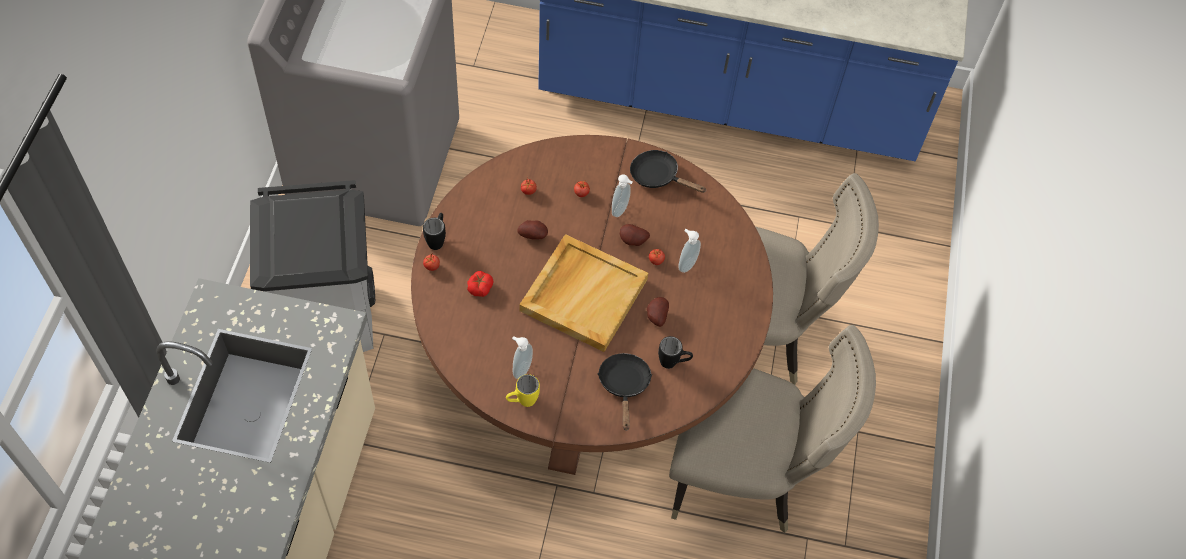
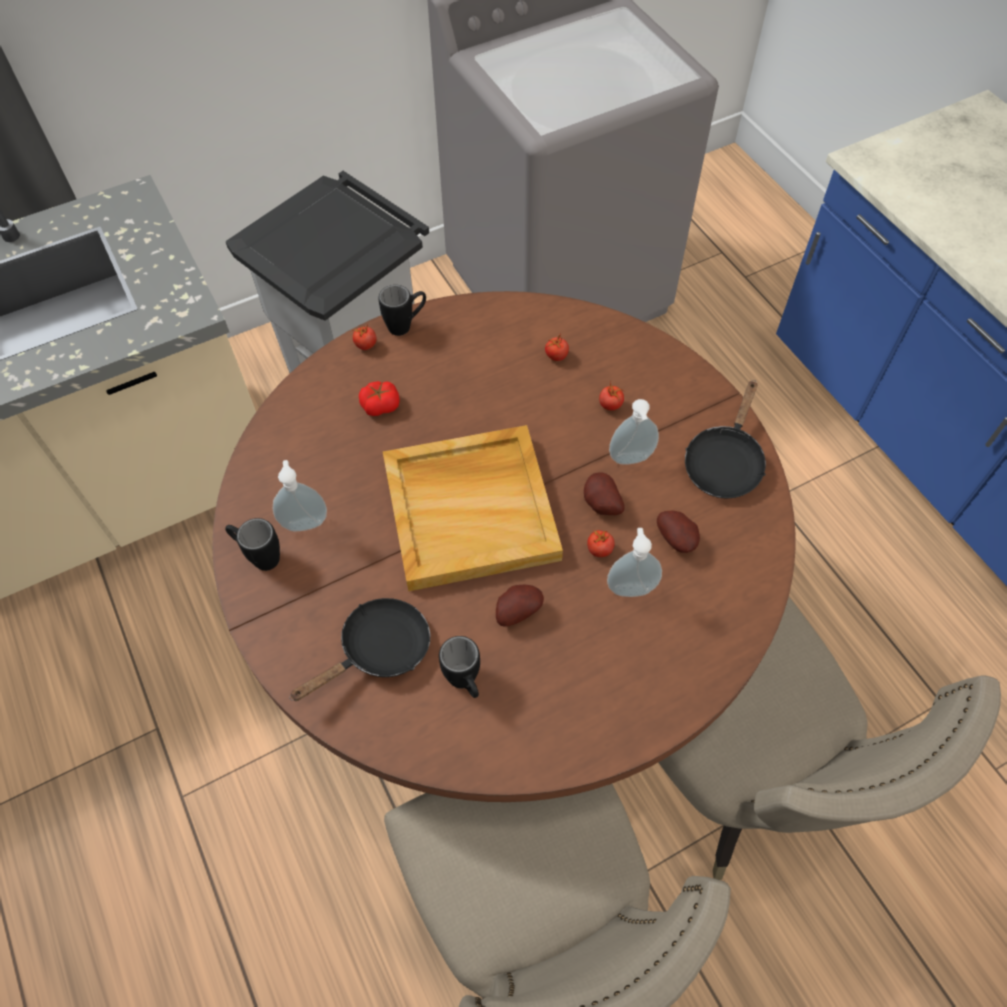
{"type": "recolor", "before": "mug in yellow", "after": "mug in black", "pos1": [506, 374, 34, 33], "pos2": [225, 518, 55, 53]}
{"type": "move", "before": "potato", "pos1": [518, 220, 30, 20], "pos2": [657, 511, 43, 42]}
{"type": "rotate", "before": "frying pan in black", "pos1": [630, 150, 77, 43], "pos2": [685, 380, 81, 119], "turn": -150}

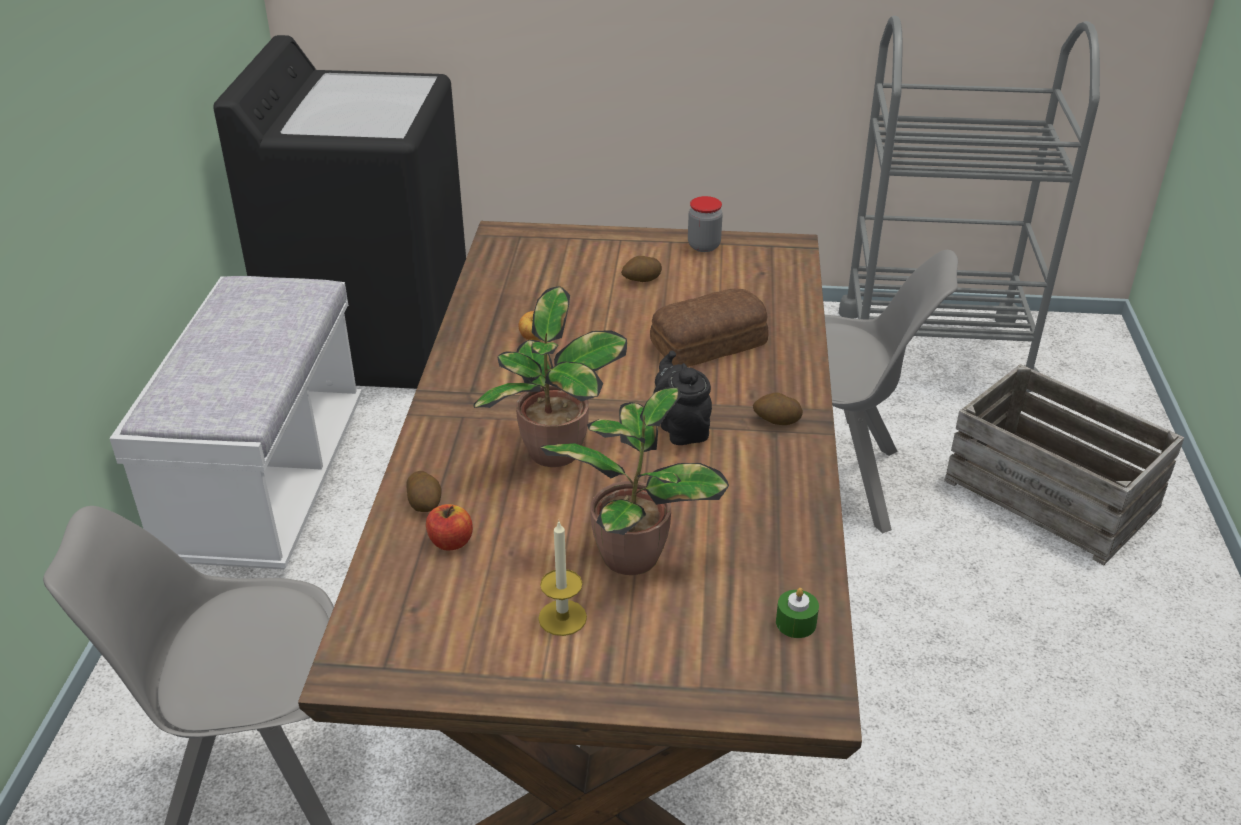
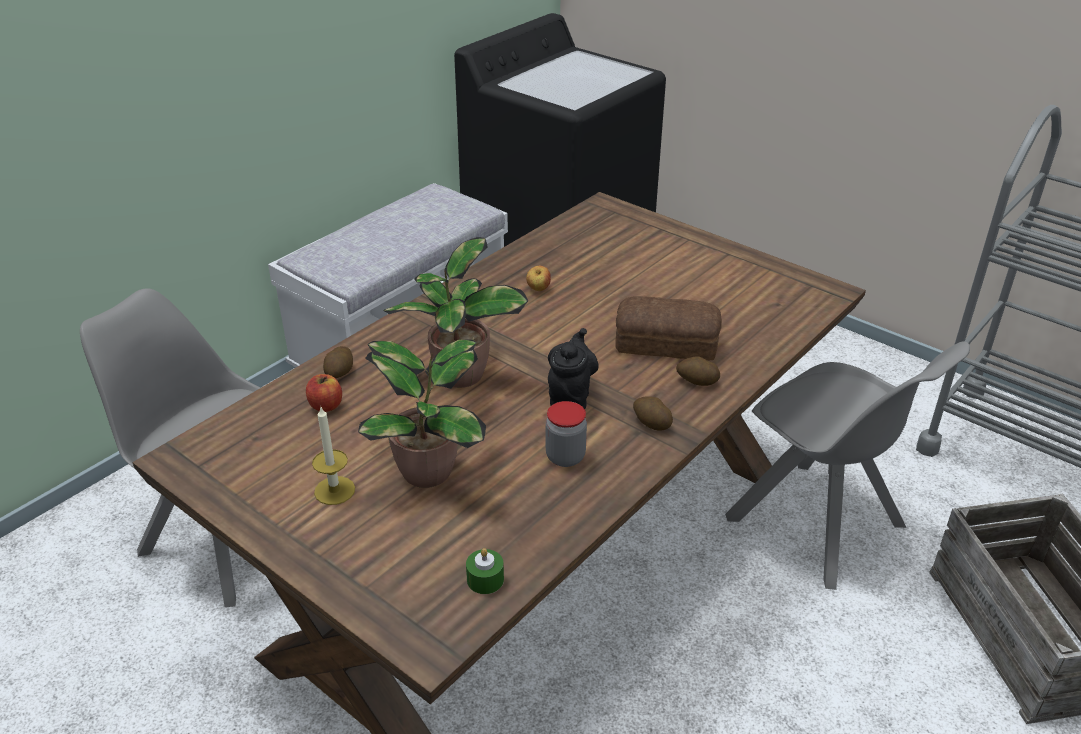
{"type": "move", "before": "jar", "pos1": [688, 196, 35, 56], "pos2": [546, 401, 41, 66]}
{"type": "move", "before": "potato", "pos1": [621, 256, 41, 26], "pos2": [676, 356, 44, 30]}

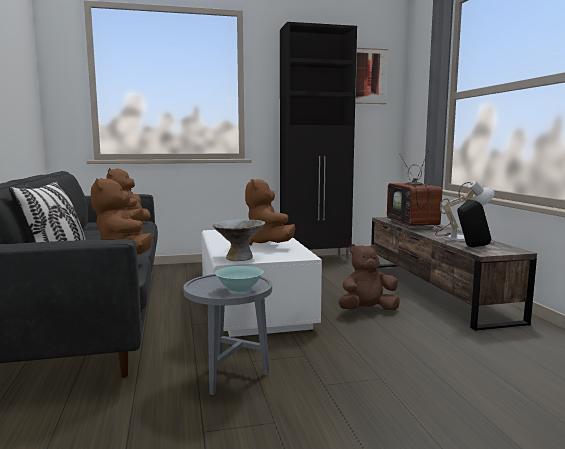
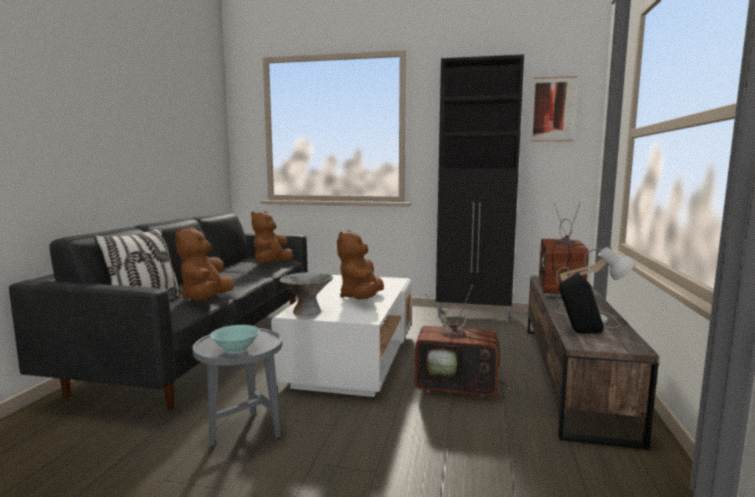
{"type": "replace", "before": "plush toy in brown", "after": "television", "pos1": [339, 244, 61, 66], "pos2": [415, 285, 97, 113]}

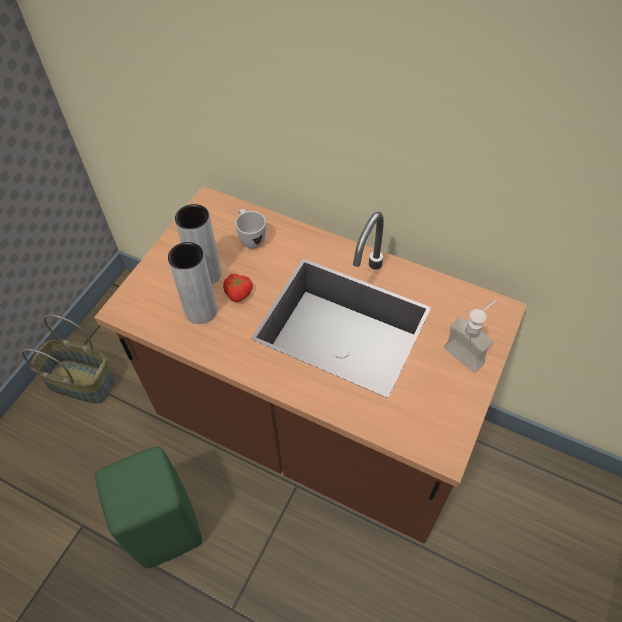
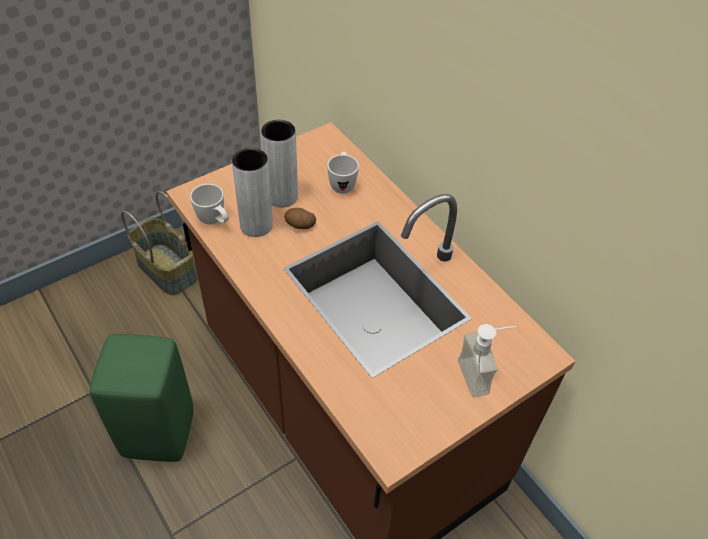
{"type": "insert", "after": "mug in white", "pos2": [190, 184, 39, 40]}
{"type": "replace", "before": "tomato", "after": "potato", "pos1": [223, 274, 30, 28], "pos2": [284, 208, 32, 21]}

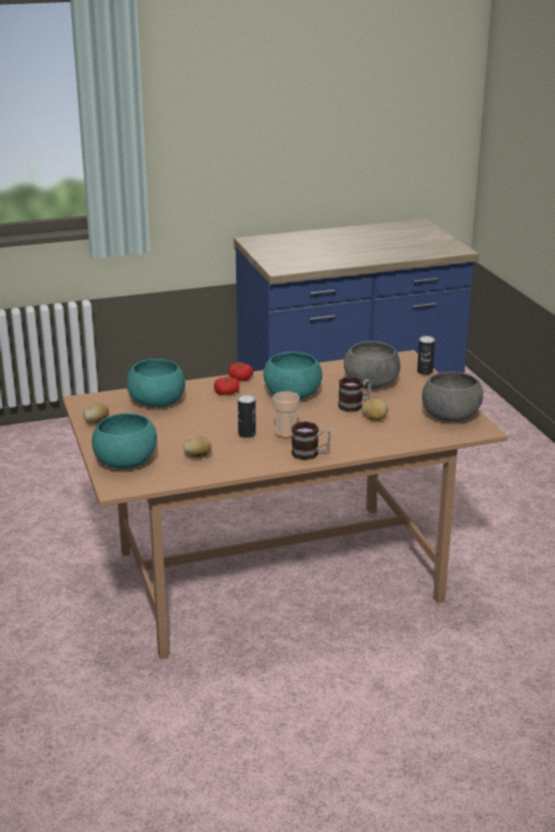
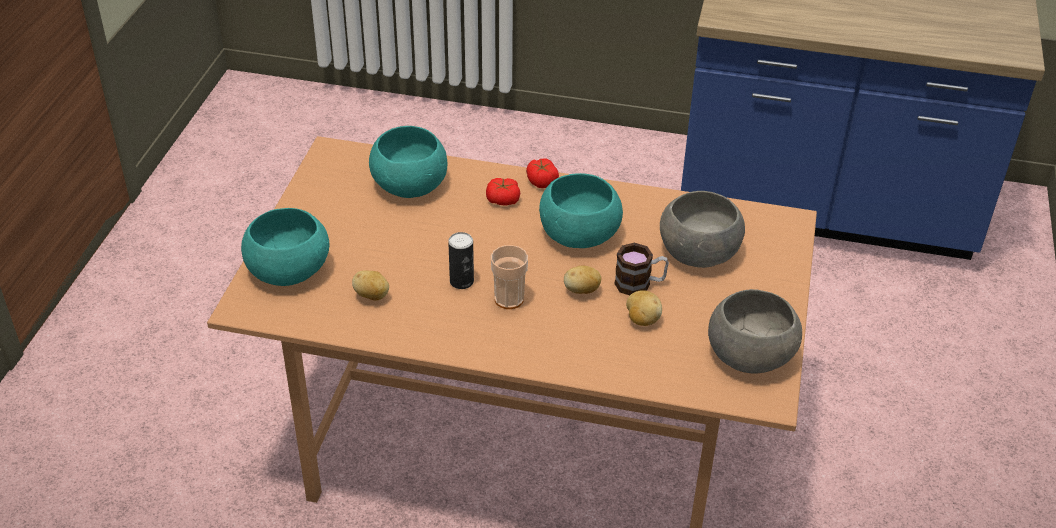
{"type": "move", "before": "potato", "pos1": [83, 403, 26, 21], "pos2": [564, 265, 37, 29]}
{"type": "delete", "before": "mug", "pos1": [291, 421, 40, 39]}
{"type": "delete", "before": "can", "pos1": [417, 336, 18, 39]}

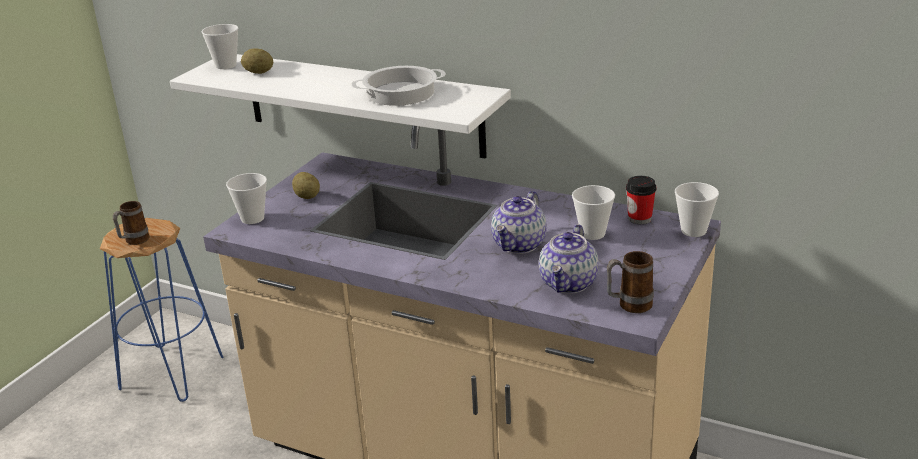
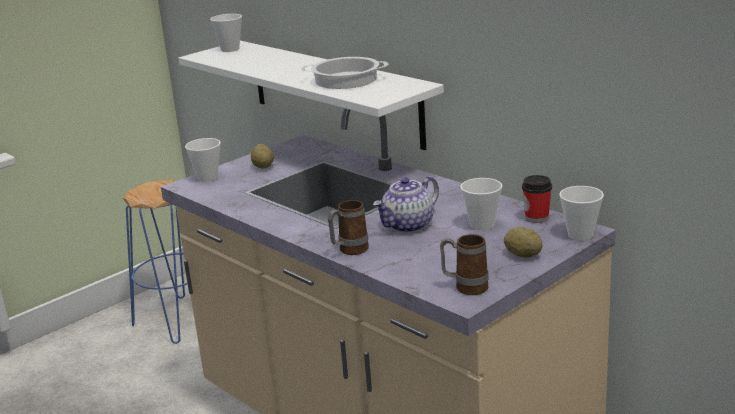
{"type": "move", "before": "mug", "pos1": [113, 201, 36, 44], "pos2": [328, 200, 41, 55]}
{"type": "move", "before": "potato", "pos1": [241, 49, 32, 25], "pos2": [504, 227, 39, 31]}
{"type": "delete", "before": "teapot", "pos1": [539, 224, 60, 70]}

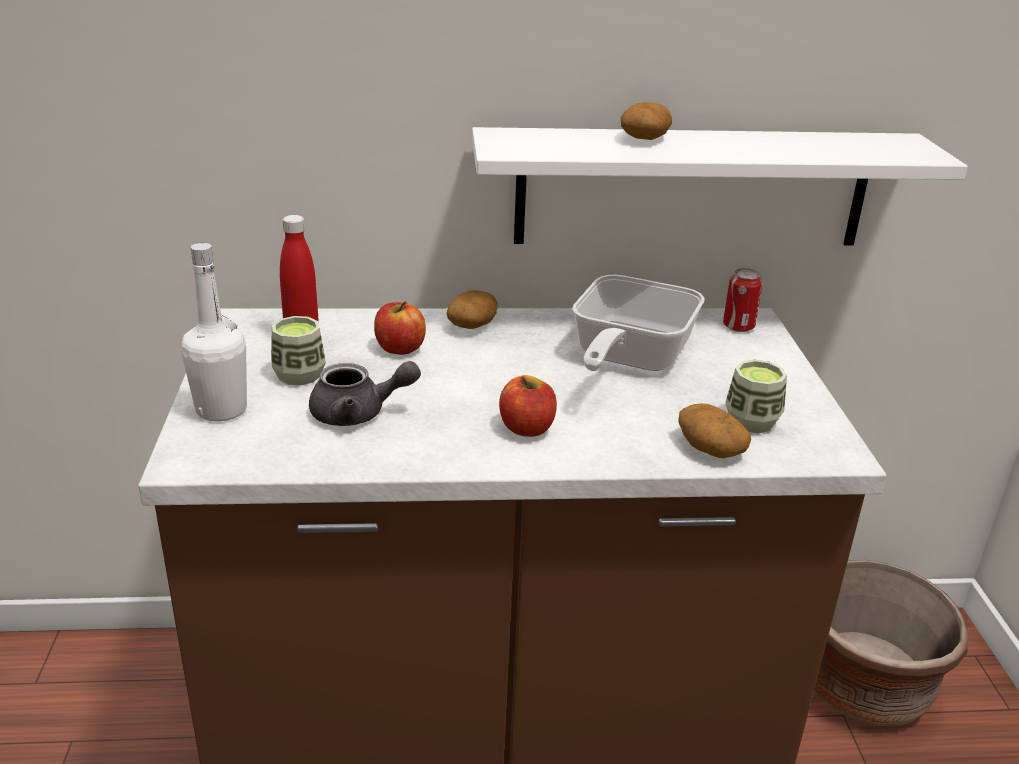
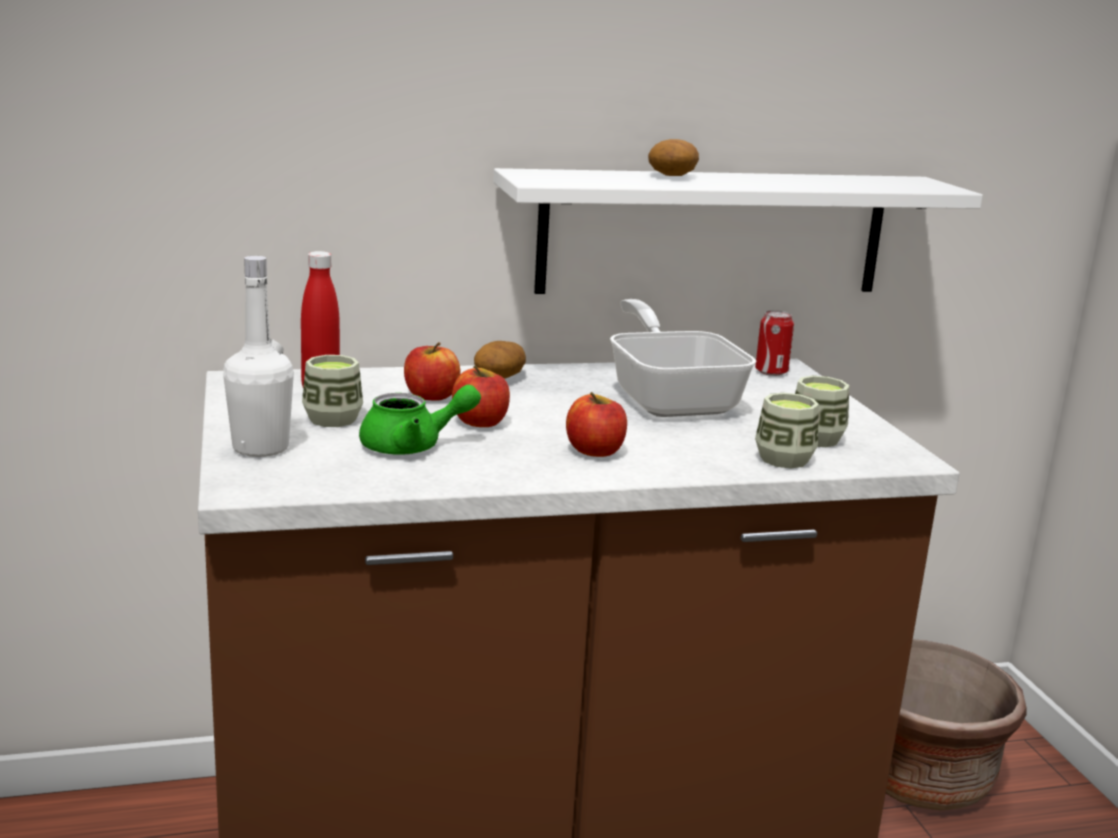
{"type": "recolor", "before": "teapot in grey", "after": "teapot in green", "pos1": [309, 361, 112, 65], "pos2": [359, 385, 122, 70]}
{"type": "insert", "after": "apple", "pos2": [452, 365, 58, 62]}
{"type": "rotate", "before": "frying pan", "pos1": [572, 275, 133, 96], "pos2": [610, 299, 146, 118], "turn": 150}
{"type": "replace", "before": "potato", "after": "cup", "pos1": [678, 403, 73, 55], "pos2": [755, 393, 64, 75]}

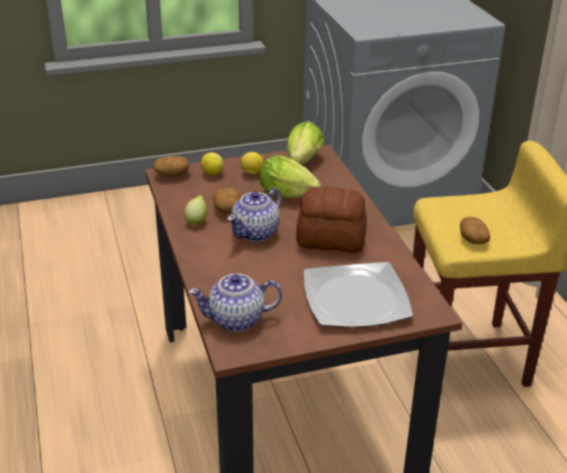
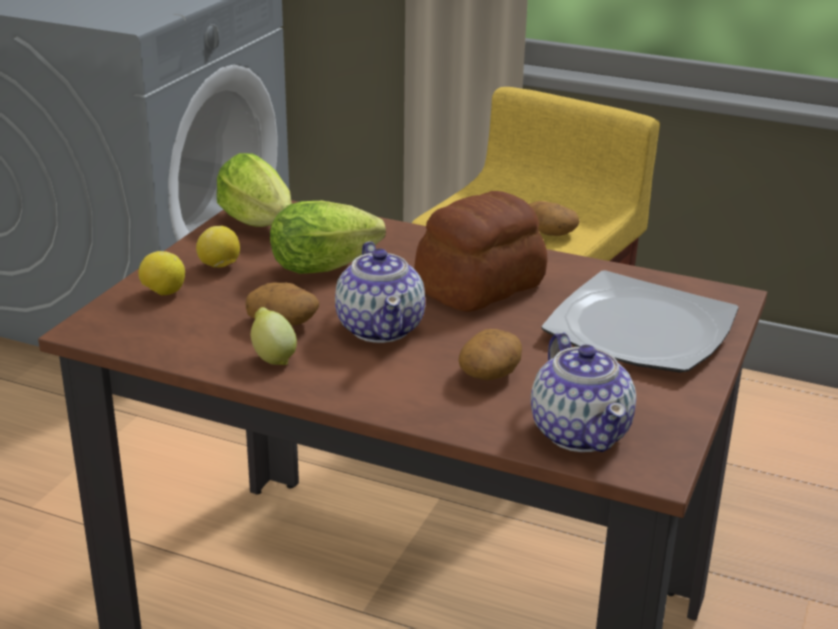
{"type": "move", "before": "potato", "pos1": [153, 156, 36, 21], "pos2": [459, 329, 63, 51]}
{"type": "rotate", "before": "teapot", "pos1": [189, 274, 93, 58], "pos2": [531, 332, 105, 120], "turn": -45}

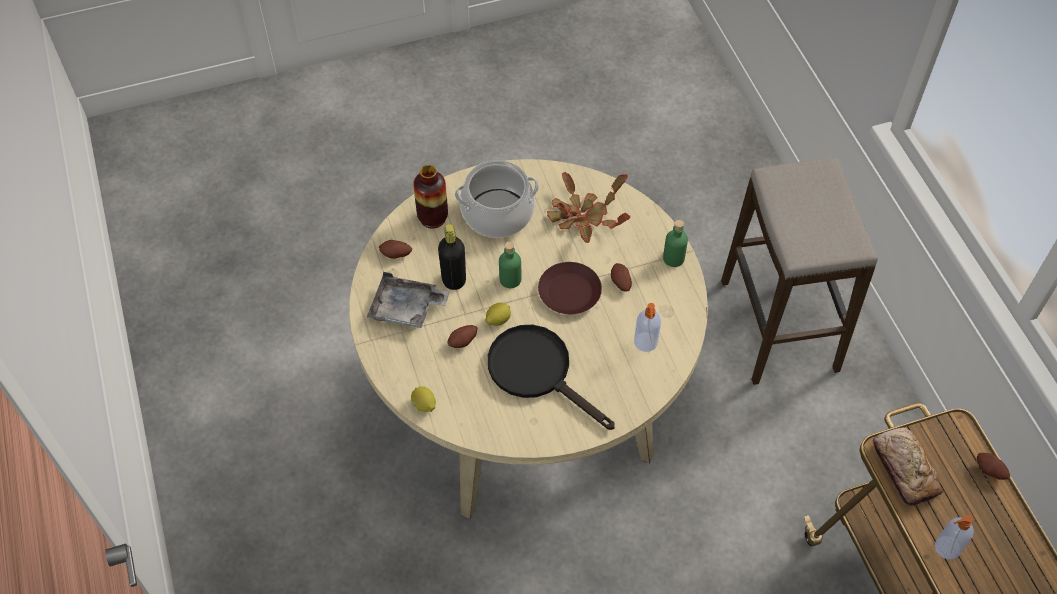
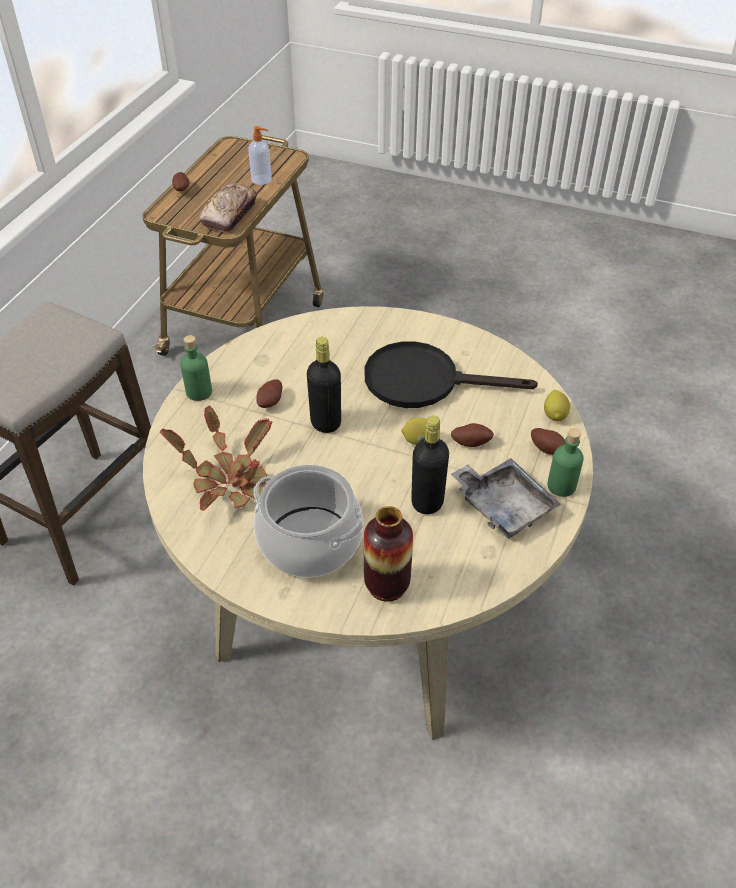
{"type": "replace", "before": "plate in brown", "after": "bottle in black", "pos1": [538, 262, 64, 52], "pos2": [307, 337, 34, 96]}
{"type": "rotate", "before": "frying pan in black", "pos1": [488, 325, 127, 105], "pos2": [364, 341, 174, 67], "turn": 105}
{"type": "move", "before": "potato", "pos1": [379, 240, 33, 19], "pos2": [531, 428, 35, 27]}
{"type": "move", "before": "bottle in green", "pos1": [499, 241, 22, 47], "pos2": [547, 428, 37, 69]}
{"type": "delete", "before": "soap dispenser", "pos1": [634, 303, 27, 49]}

